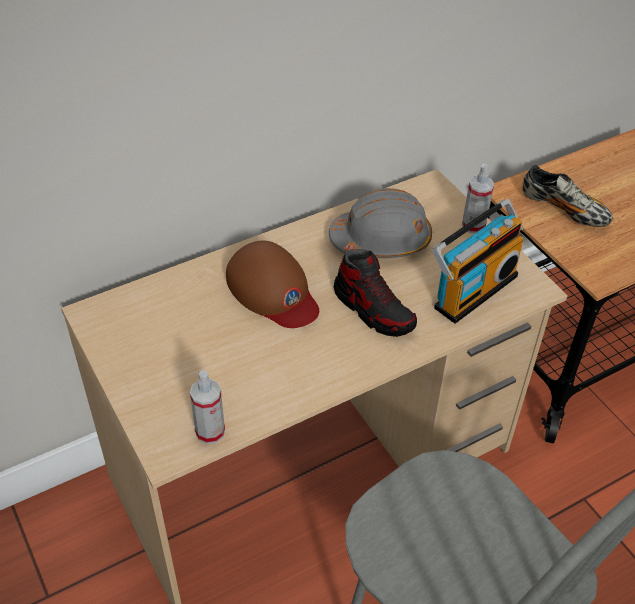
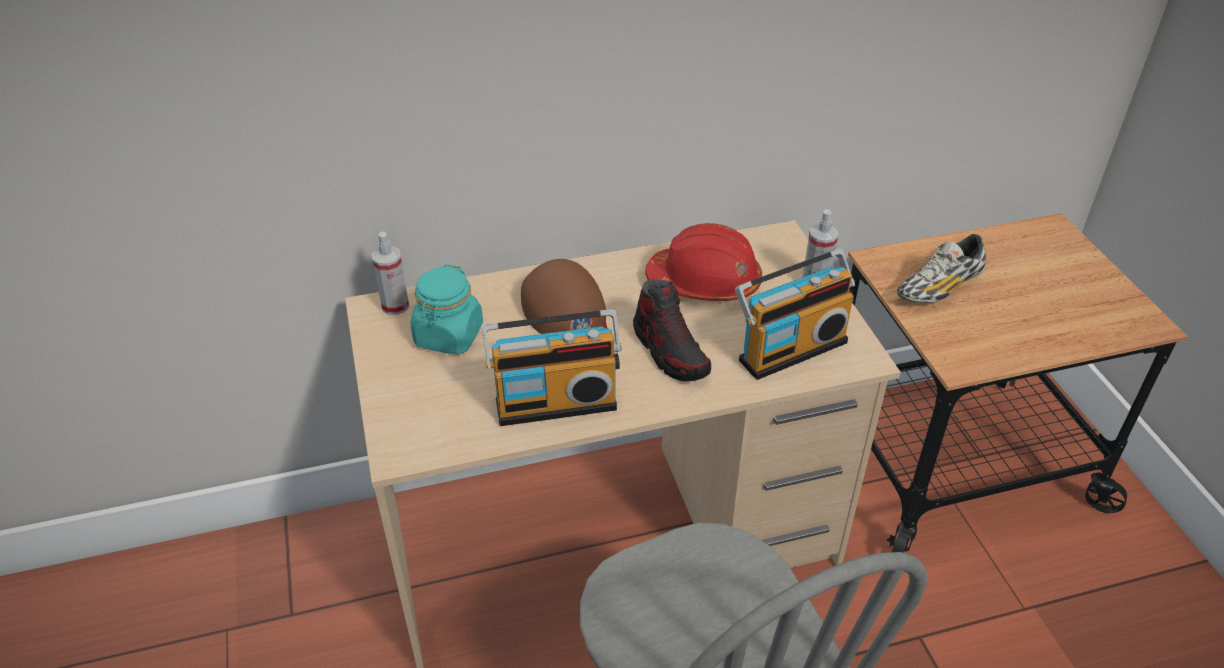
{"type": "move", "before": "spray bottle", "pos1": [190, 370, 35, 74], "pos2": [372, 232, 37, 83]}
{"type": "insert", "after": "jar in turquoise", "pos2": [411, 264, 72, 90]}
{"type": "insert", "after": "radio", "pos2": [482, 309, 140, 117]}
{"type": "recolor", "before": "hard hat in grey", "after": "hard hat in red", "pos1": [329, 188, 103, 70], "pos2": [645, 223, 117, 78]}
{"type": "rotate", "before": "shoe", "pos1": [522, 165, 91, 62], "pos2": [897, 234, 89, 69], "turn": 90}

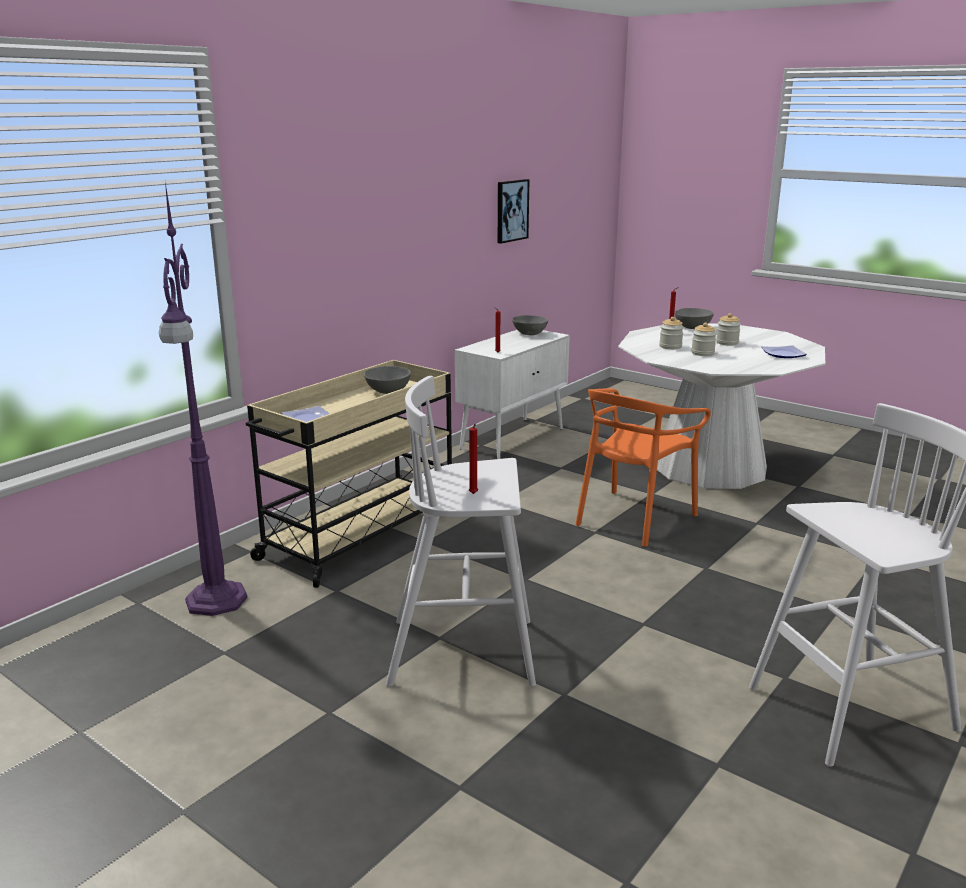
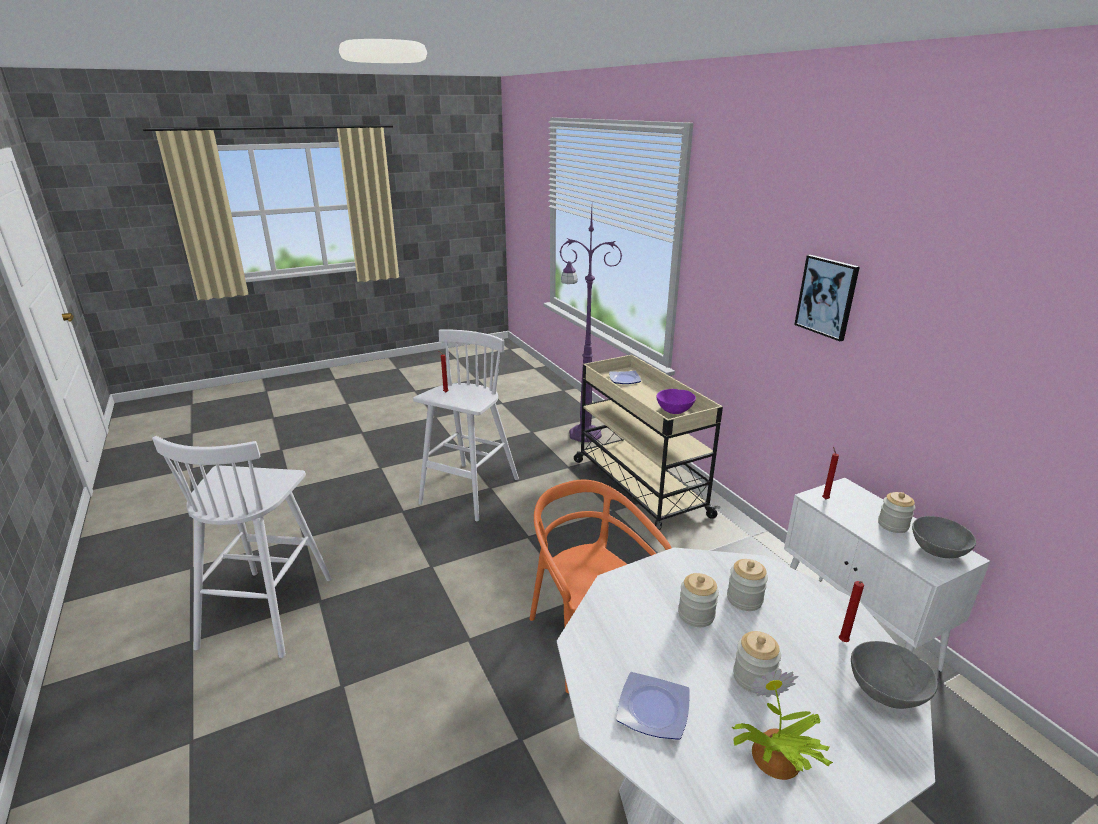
{"type": "recolor", "before": "bowl in grey", "after": "bowl in purple", "pos1": [364, 366, 47, 28], "pos2": [656, 389, 40, 25]}
{"type": "insert", "after": "potted plant", "pos2": [732, 669, 101, 111]}
{"type": "move", "before": "picture", "pos1": [498, 179, 31, 64], "pos2": [794, 255, 66, 86]}
{"type": "insert", "after": "jar", "pos2": [878, 492, 38, 41]}

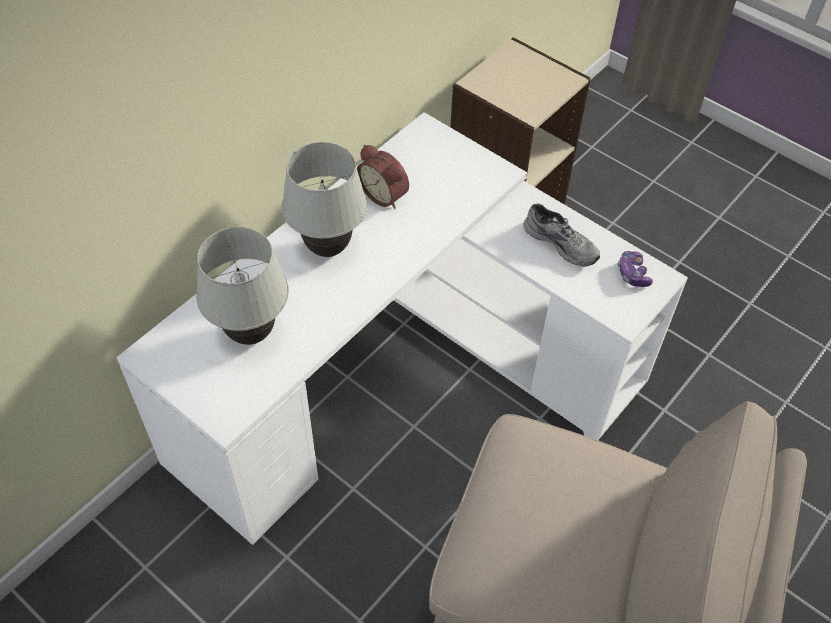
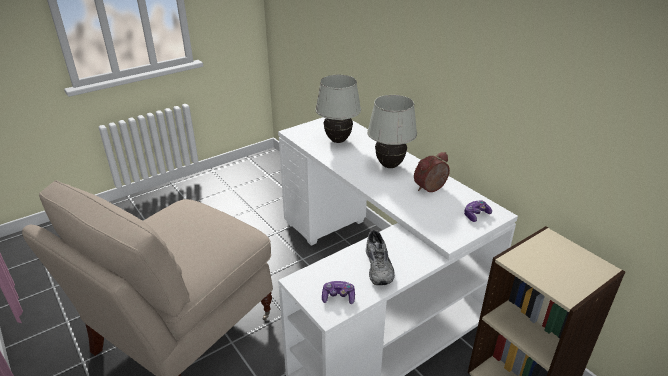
{"type": "rotate", "before": "shoe in grey", "pos1": [523, 203, 77, 64], "pos2": [366, 230, 29, 55], "turn": -60}
{"type": "insert", "after": "game controller", "pos2": [464, 200, 28, 22]}

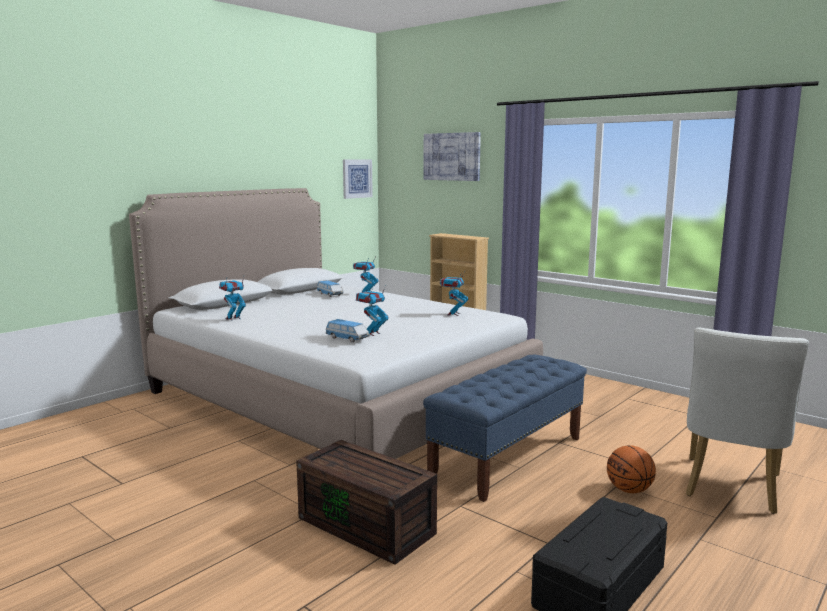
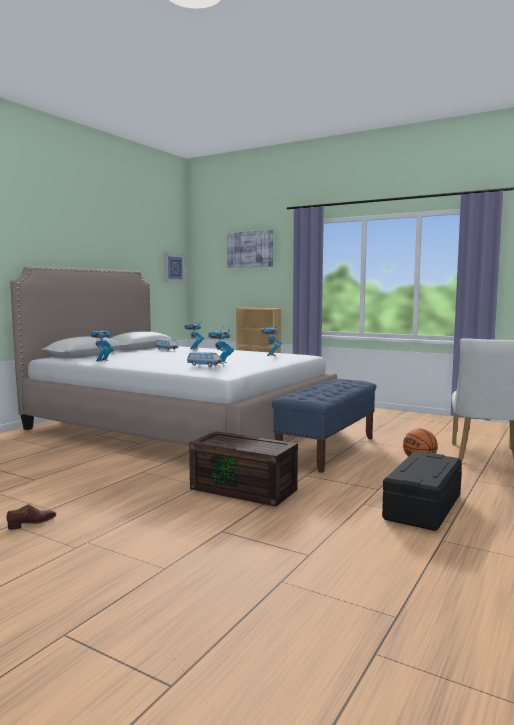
{"type": "insert", "after": "shoe in brown", "pos2": [7, 504, 49, 25]}

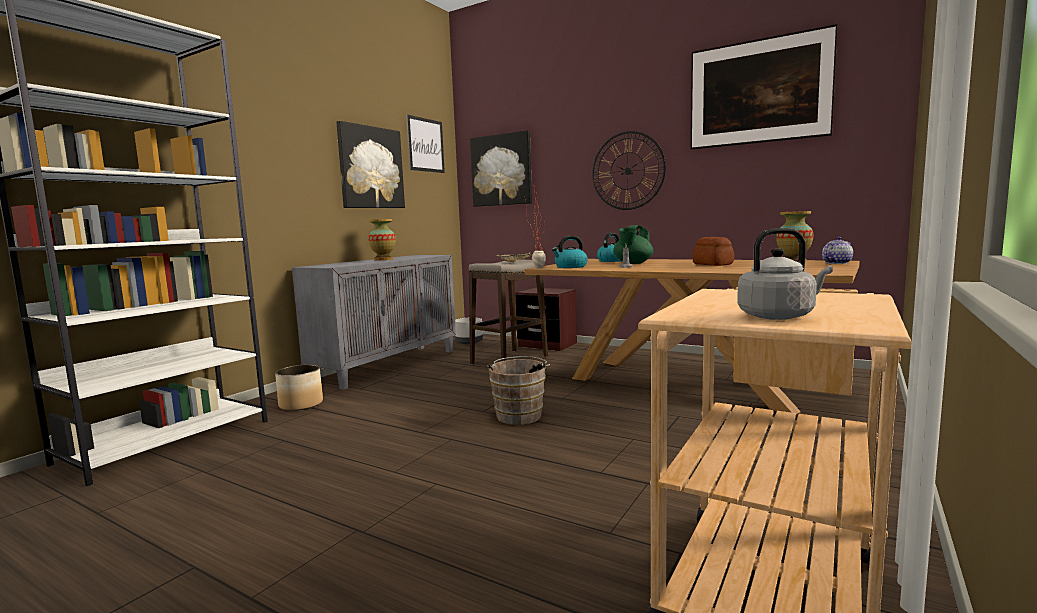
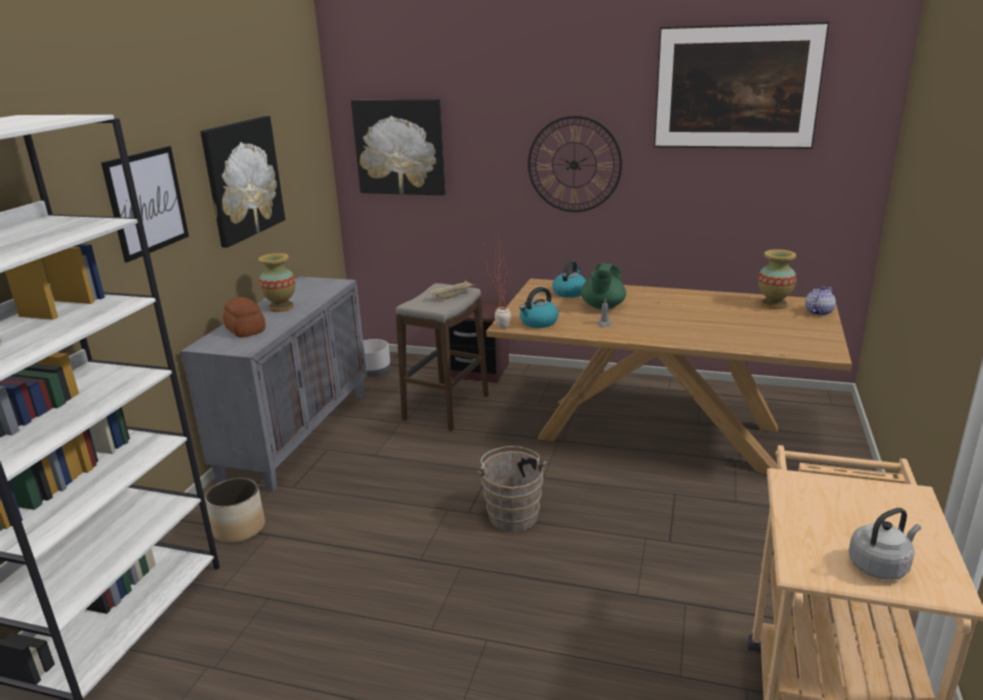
{"type": "move", "before": "picture", "pos1": [406, 115, 39, 58], "pos2": [101, 146, 88, 117]}
{"type": "move", "before": "bread", "pos1": [693, 237, 41, 29], "pos2": [223, 297, 43, 41]}

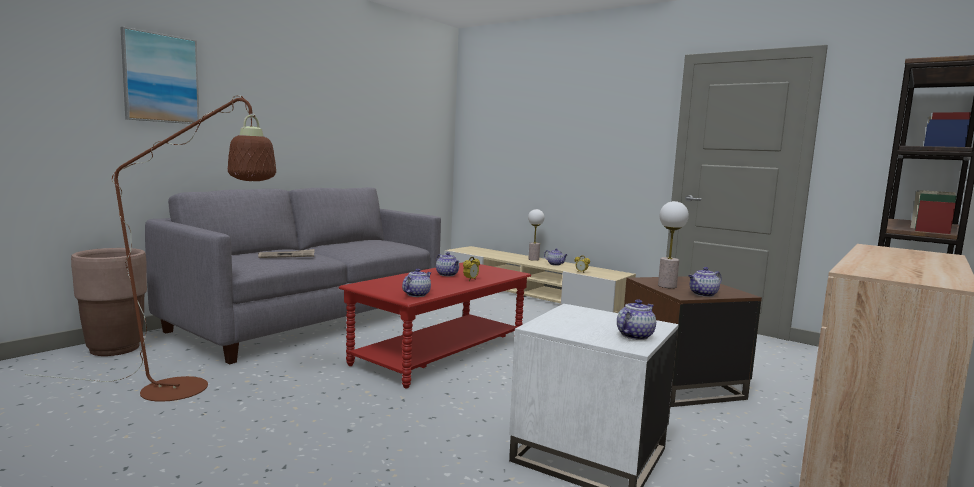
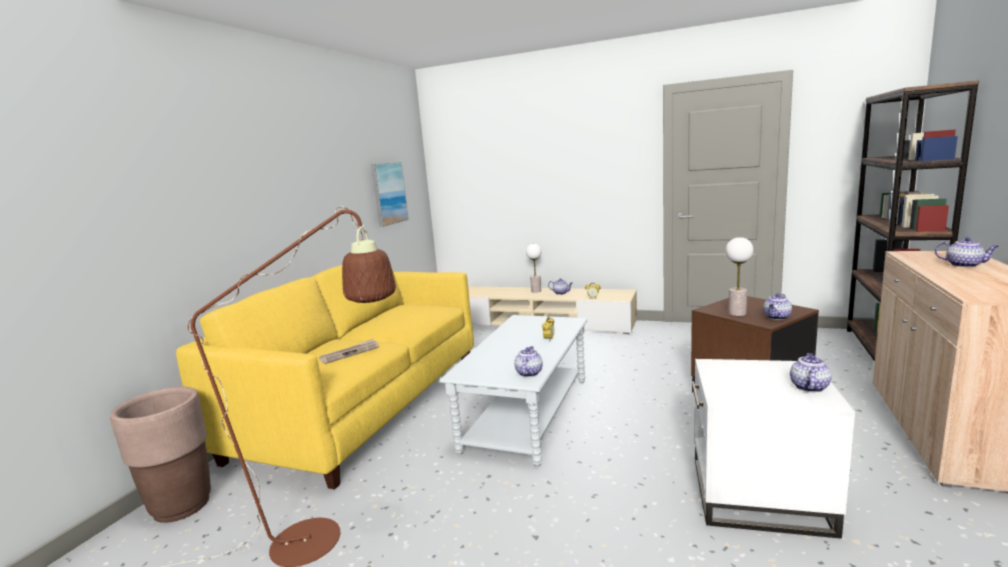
{"type": "recolor", "before": "sofa in grey", "after": "sofa in yellow", "pos1": [145, 187, 296, 178], "pos2": [176, 265, 298, 225]}
{"type": "move", "before": "picture", "pos1": [120, 27, 79, 97], "pos2": [371, 162, 38, 65]}
{"type": "recolor", "before": "coffee table in red", "after": "coffee table in grey", "pos1": [339, 262, 192, 127], "pos2": [439, 315, 149, 152]}
{"type": "move", "before": "teapot", "pos1": [436, 252, 23, 24], "pos2": [935, 237, 64, 30]}

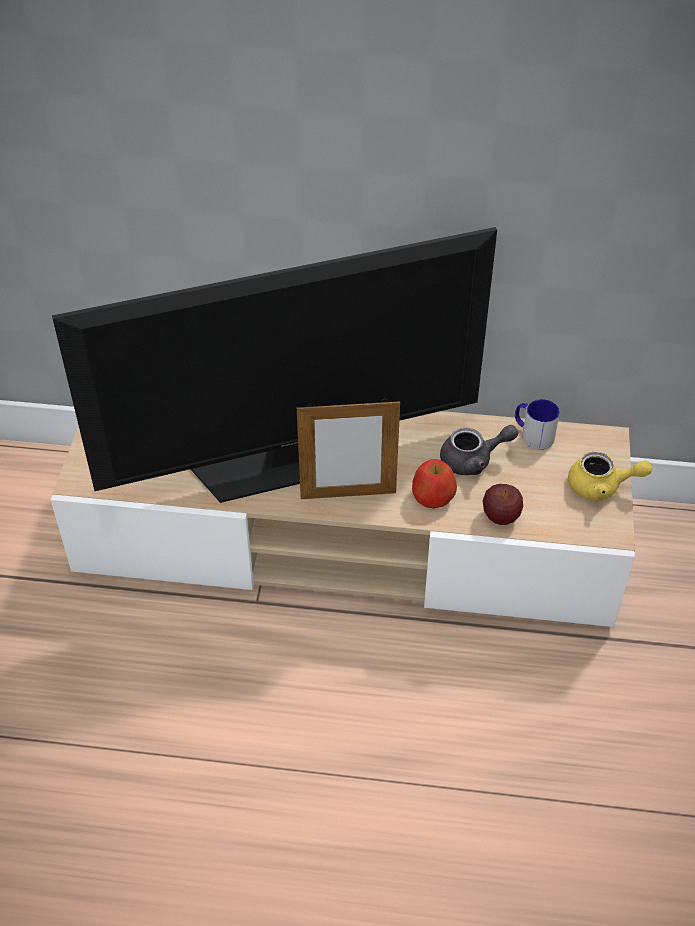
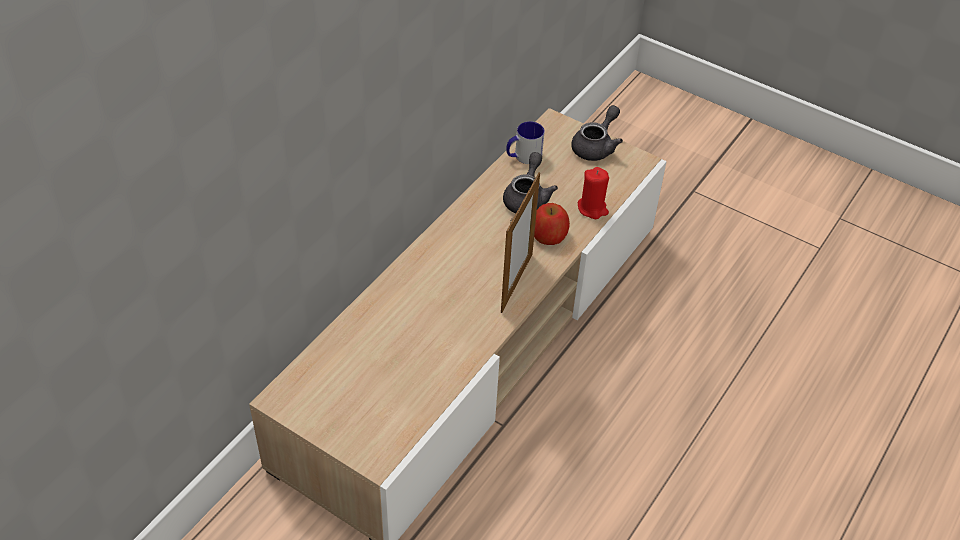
{"type": "recolor", "before": "teapot in yellow", "after": "teapot in grey", "pos1": [568, 452, 84, 49], "pos2": [571, 105, 52, 56]}
{"type": "replace", "before": "apple", "after": "candle in red", "pos1": [483, 484, 40, 41], "pos2": [578, 167, 31, 52]}
{"type": "delete", "before": "television", "pos1": [52, 227, 445, 276]}

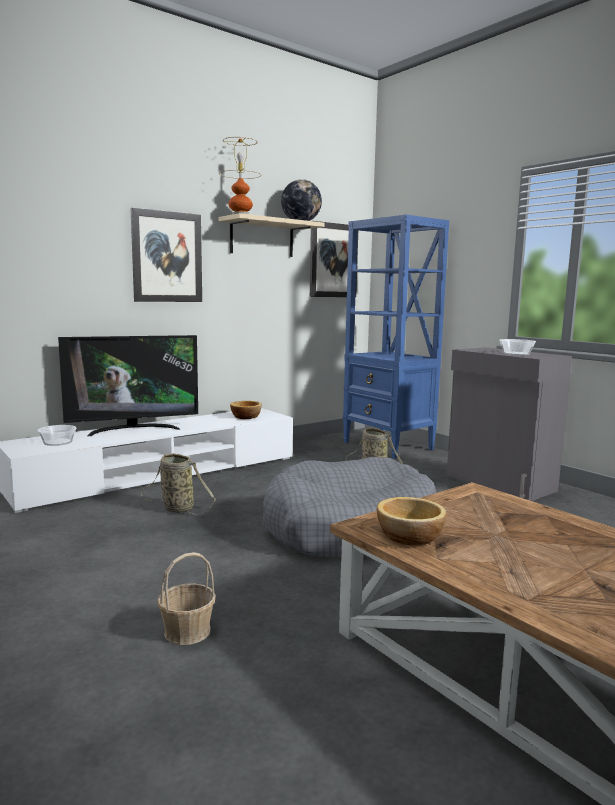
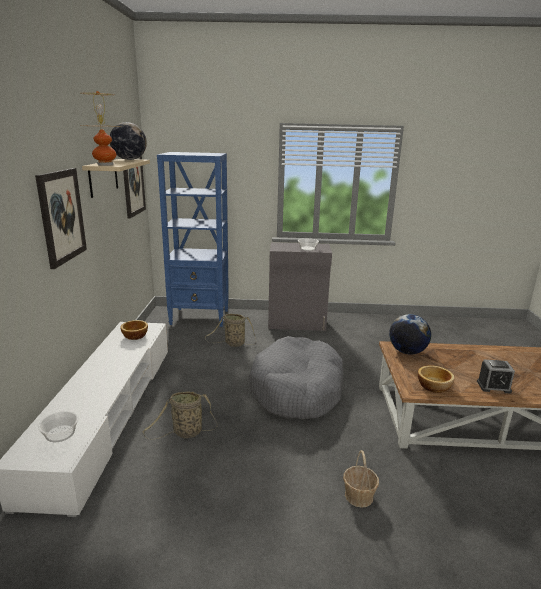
{"type": "insert", "after": "globe", "pos2": [389, 314, 42, 41]}
{"type": "insert", "after": "alarm clock", "pos2": [477, 359, 38, 35]}
{"type": "delete", "before": "television", "pos1": [58, 335, 140, 101]}

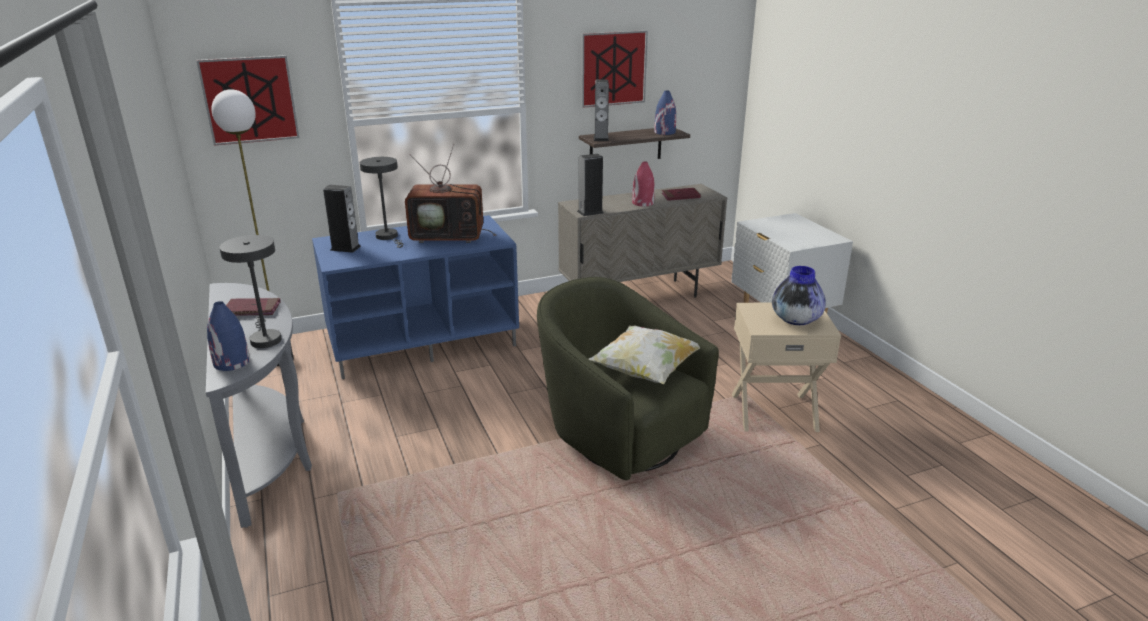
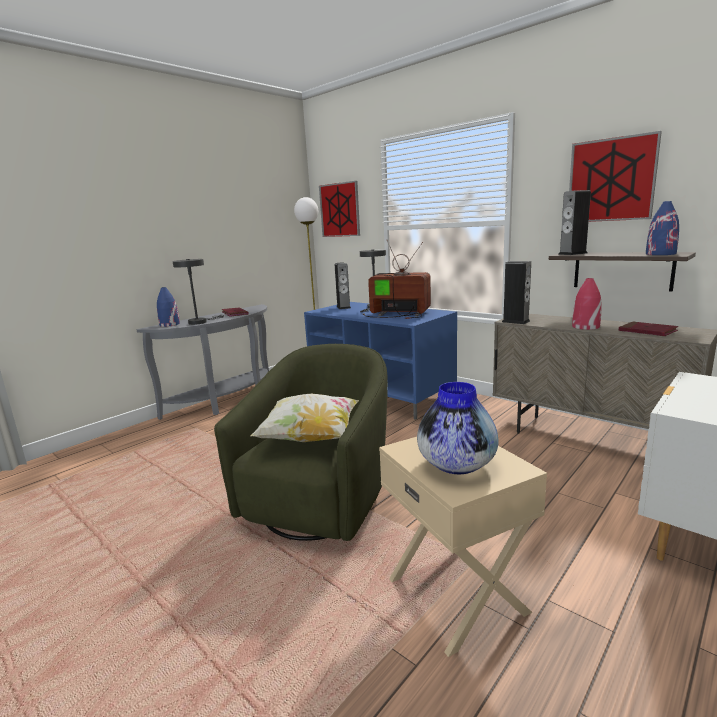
{"type": "rotate", "before": "television", "pos1": [405, 144, 91, 99], "pos2": [363, 241, 68, 78], "turn": 135}

